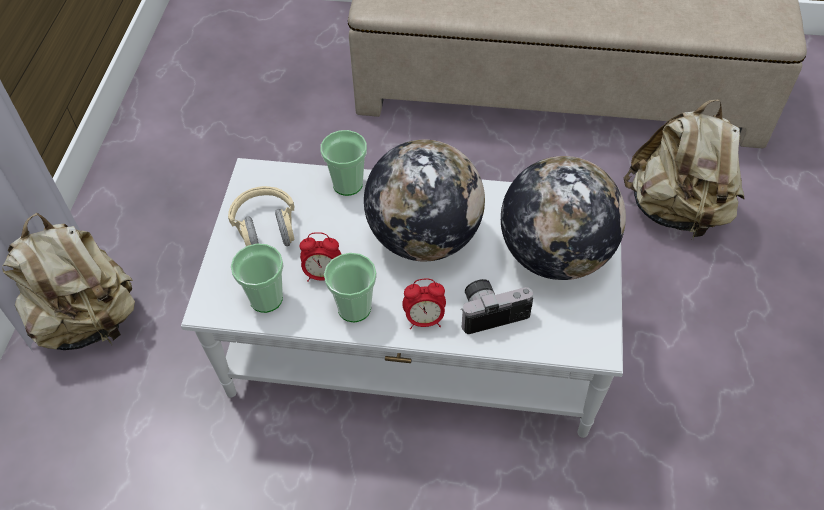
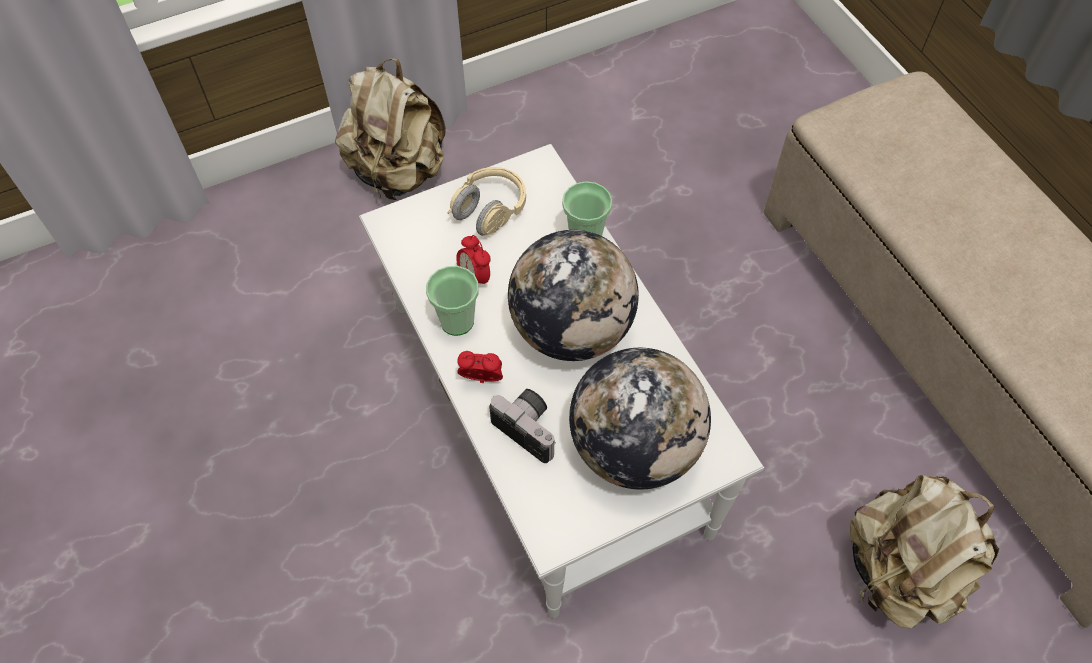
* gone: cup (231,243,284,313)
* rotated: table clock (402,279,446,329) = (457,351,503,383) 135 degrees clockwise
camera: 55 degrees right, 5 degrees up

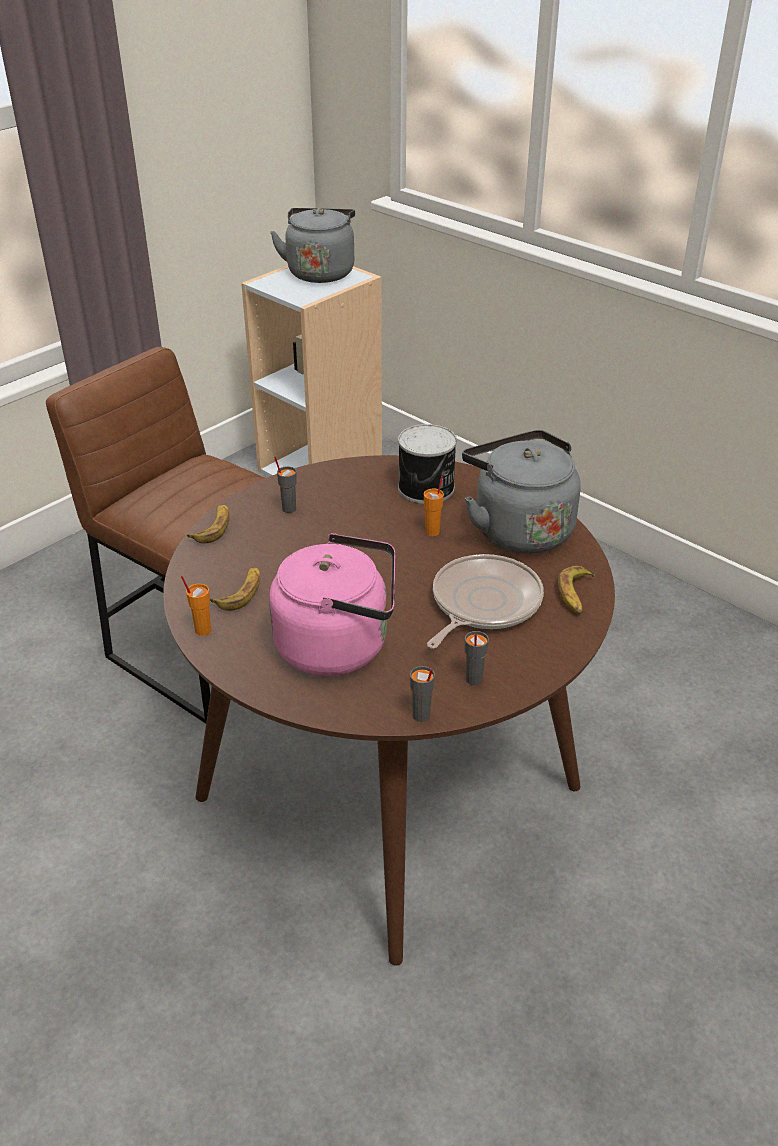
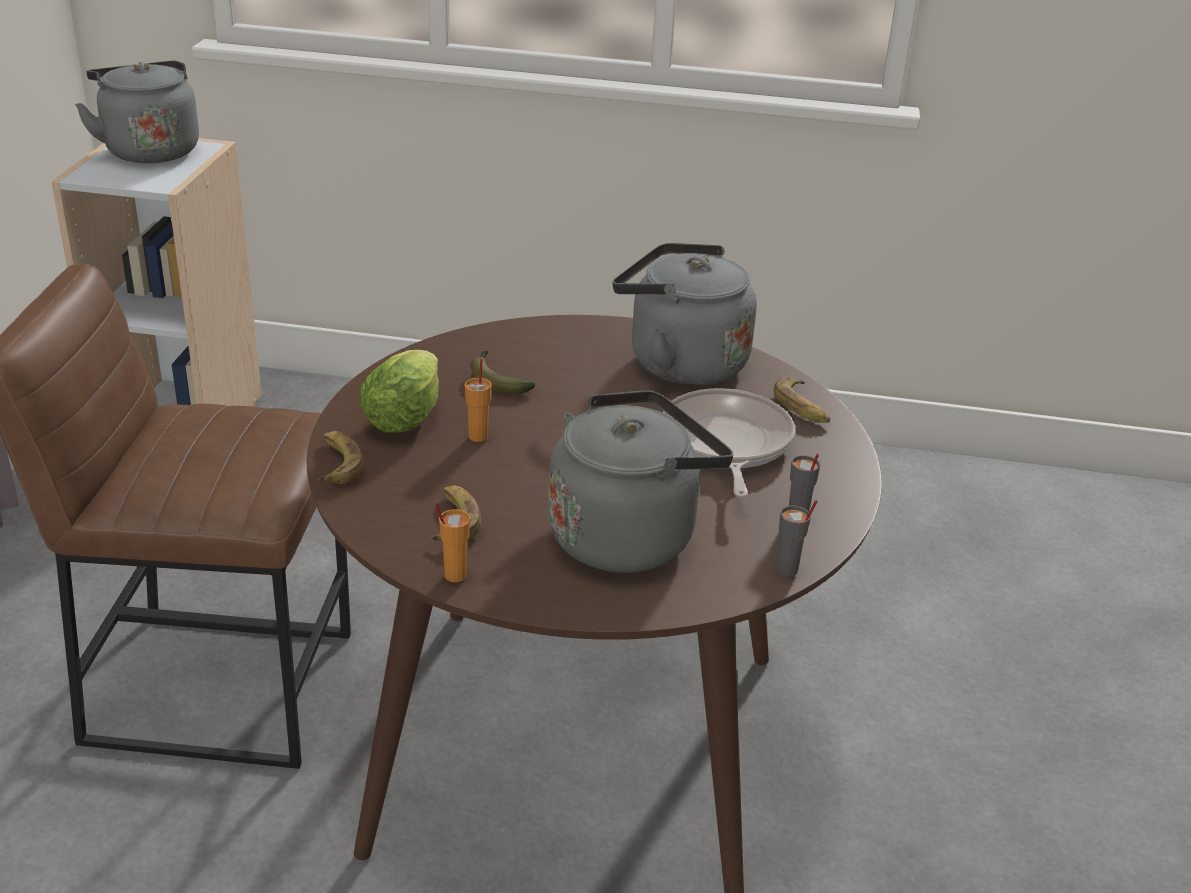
* repainted: pink-coloured kettle (269,533,396,676) to gray kettle (548,390,733,573)
* swapped: gray cup (274,456,297,513) to lettuce head (359,350,439,433)
* gone: metal can (398,424,457,504)
* shifted: orange-coloured cup (424,476,444,536) to (465,359,492,442)
* new: banana fruit (470,350,535,394)
camera: 35 degrees left, 5 degrees down

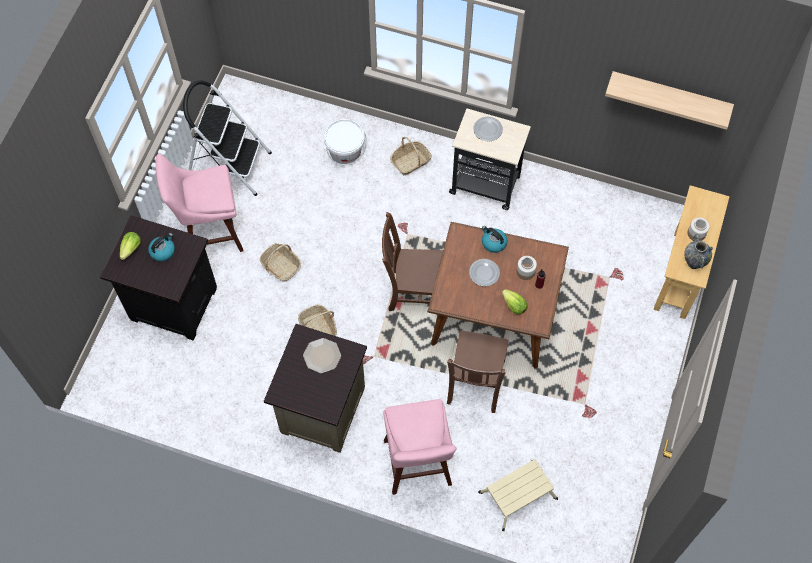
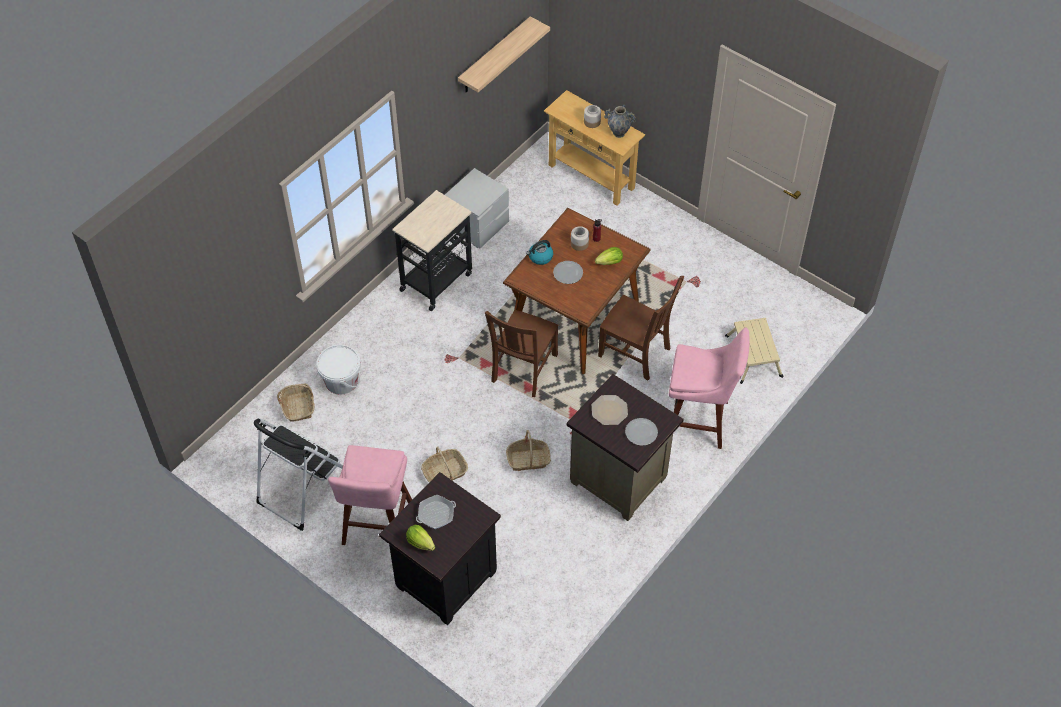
* swapped: kettle (148,233,175,261) to pan (416,495,456,529)
* shifted: basket (390,137,432,175) to (277,383,315,422)
* shifted: plate (473,117,503,141) to (625,418,658,446)
* new: whitish bedside table (445,168,509,248)
camera: 70 degrees left, 10 degrees down

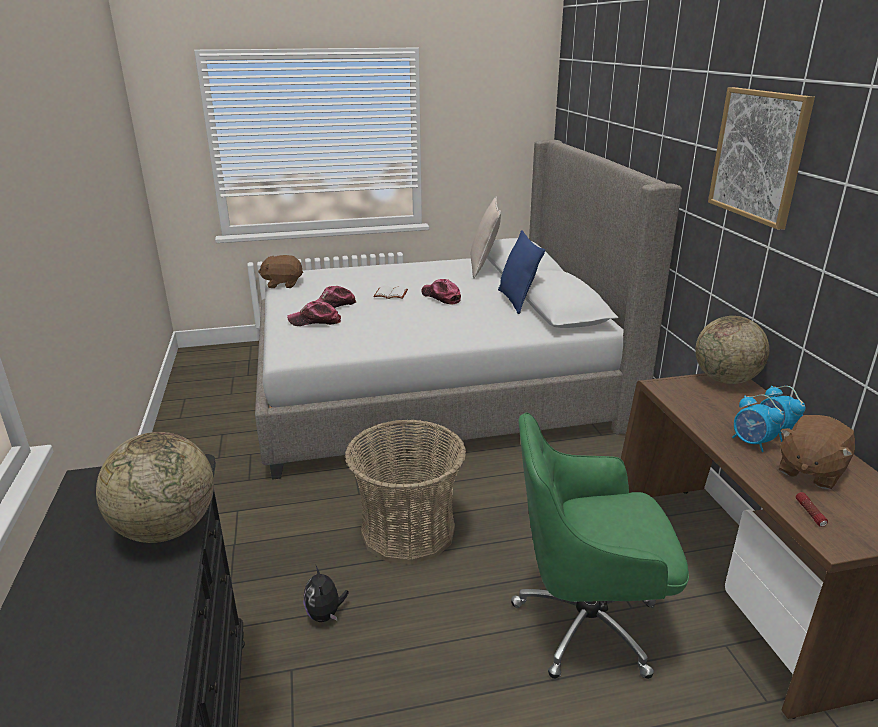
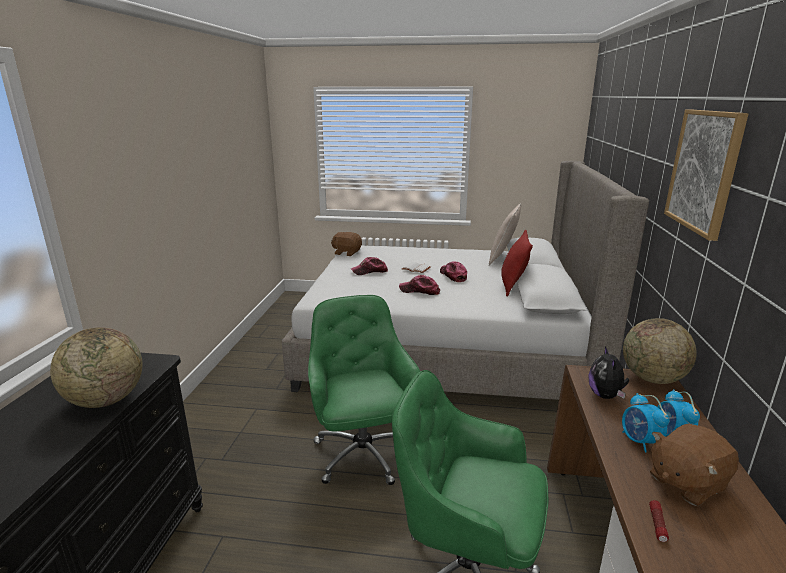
* shifted: peaked cap (287,301,341,326) to (399,275,440,295)
* shifted: soft toy (303,566,349,622) to (589,346,629,399)
* swapped: basket (345,419,466,564) to green computer chair (308,295,420,485)
* repainted: bluish throw pillow (498,230,545,314) to red-coloured throw pillow (501,230,533,297)
camera: 20 degrees right, 5 degrees down

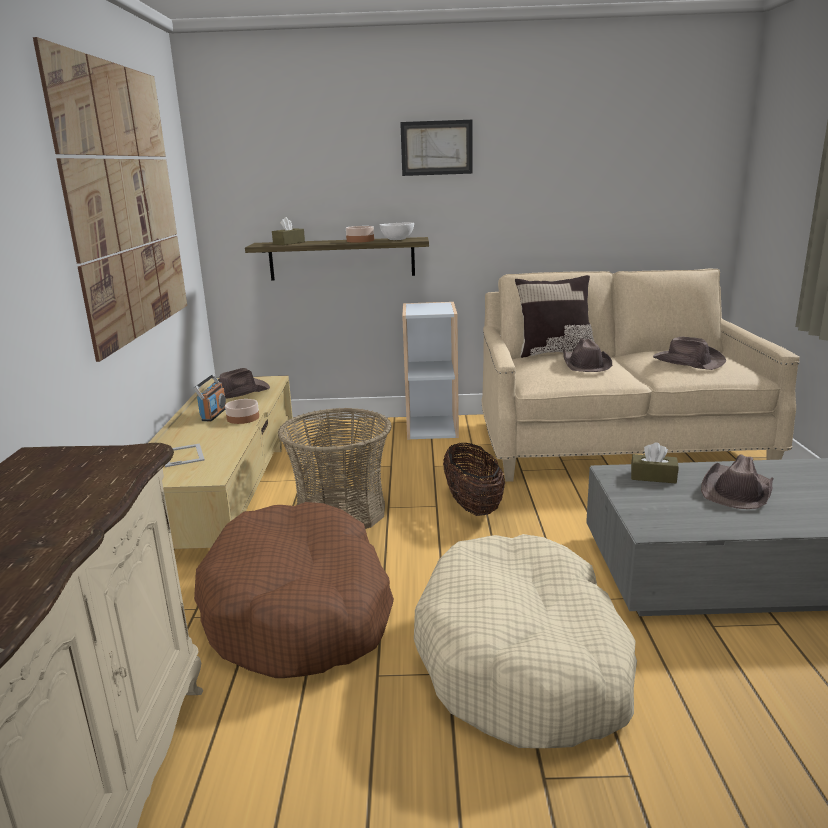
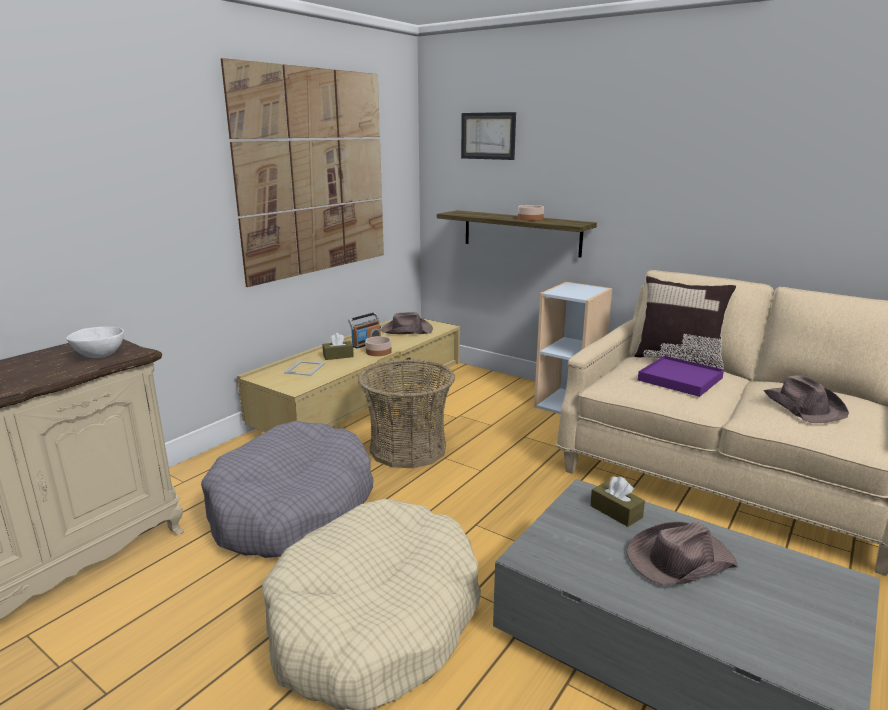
* repainted: brown-coloured pet bed (194,502,394,678) to gray pet bed (201,421,373,558)
* shifted: brown-coloured box of tissues (272,217,305,245) to (323,333,354,360)
* shifted: whitish deep dish (380,222,414,240) to (67,327,124,358)
* shifted: wall art (400,120,473,176) to (461,112,516,160)
* gone: basket (443,443,505,516)
* swapped: brown-coloured wearable hat (563,338,612,372) to purple tray (638,356,724,397)
camera: 35 degrees right, 0 degrees up

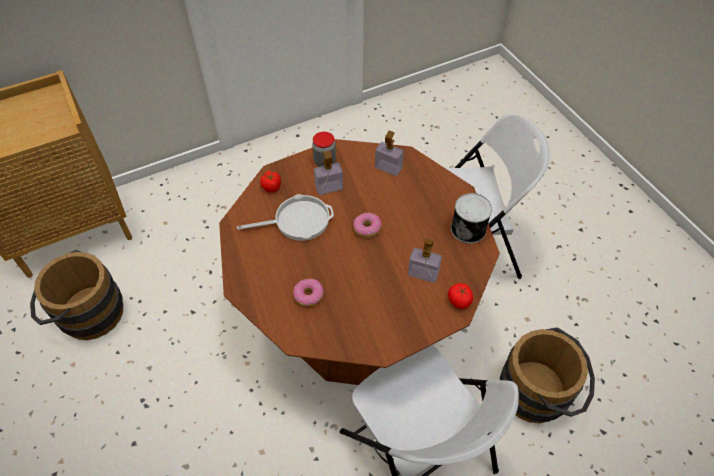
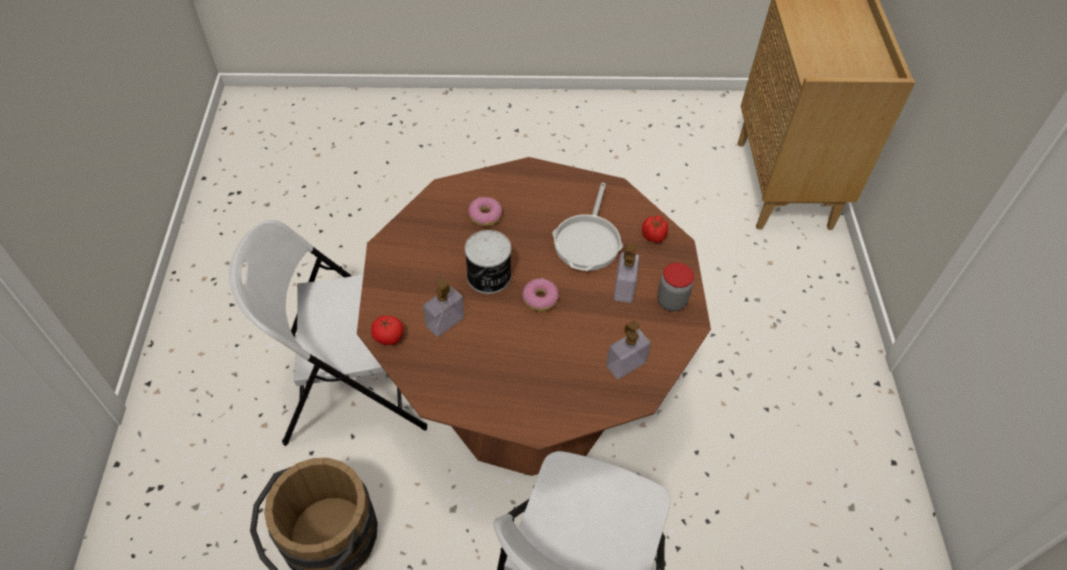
* gone: brown-coloured bucket (30,250,123,340)
* shifted: metal can (451,193,492,244) to (465,230,511,294)
camera: 115 degrees right, 0 degrees up

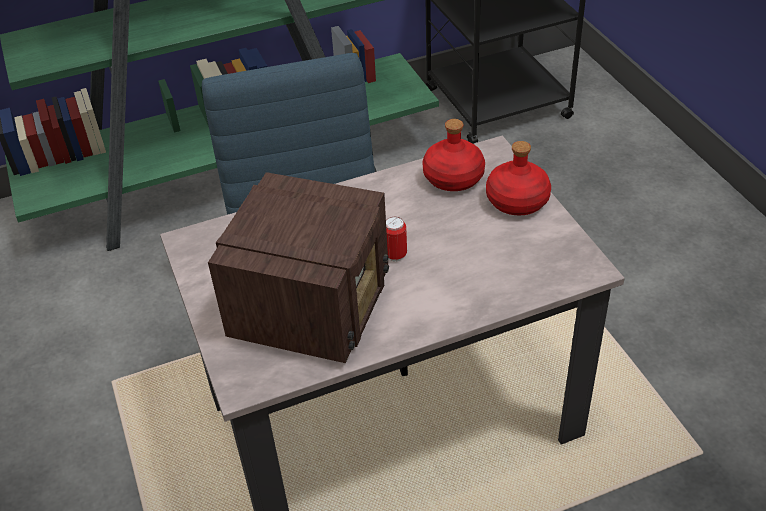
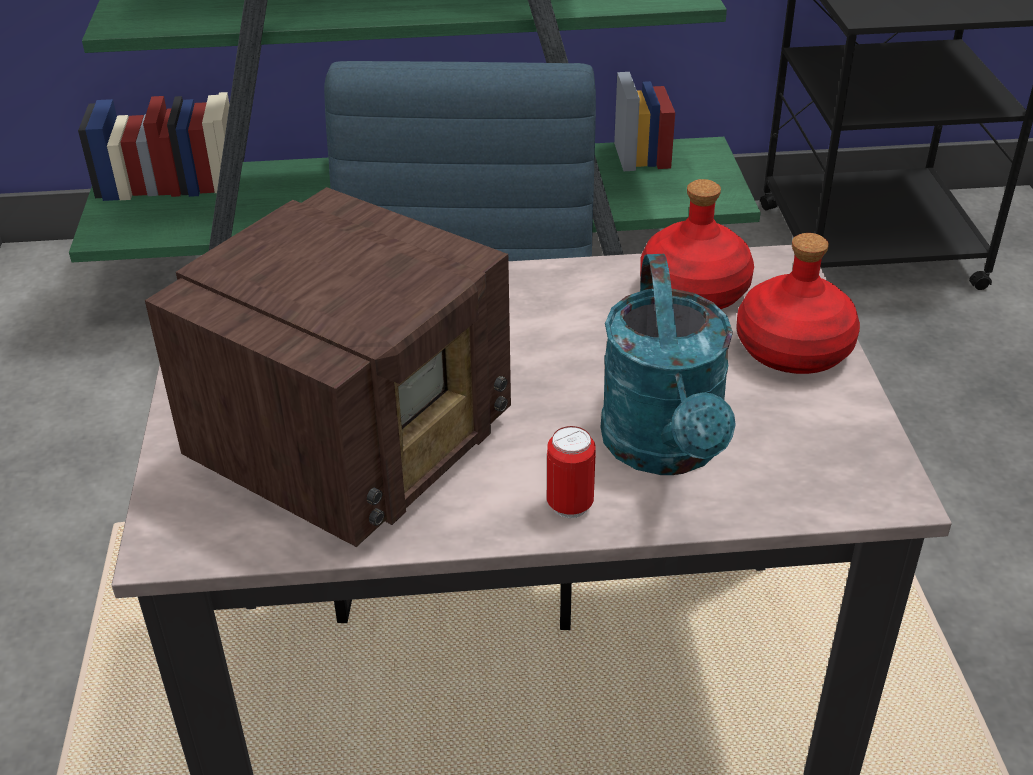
* shifted: metal can (386,217,407,261) to (547,426,596,518)
* new: turquoise-coloured watering pot (601,254,736,475)
camera: 15 degrees right, 5 degrees down

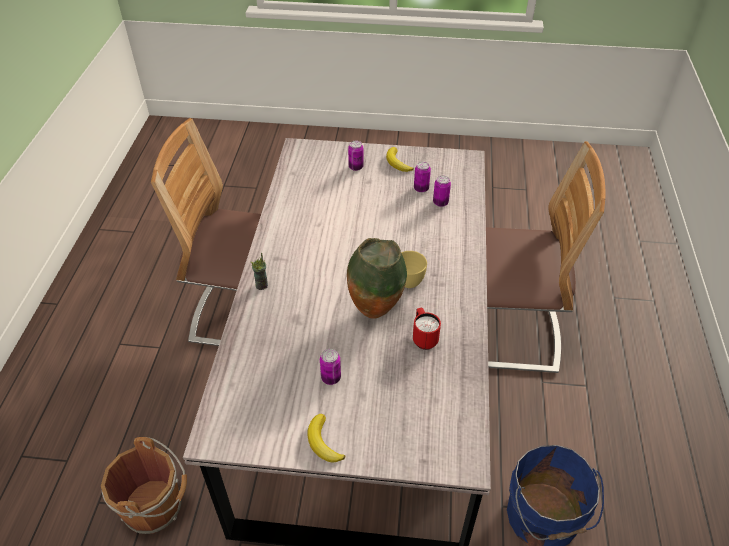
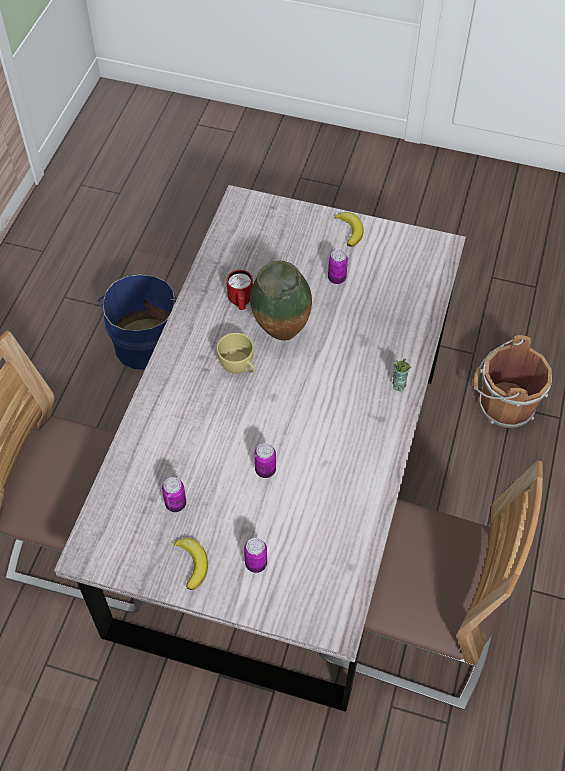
* shifted: metal can (433,175,451,207) to (254,443,276,478)
camera: 170 degrees left, 10 degrees up

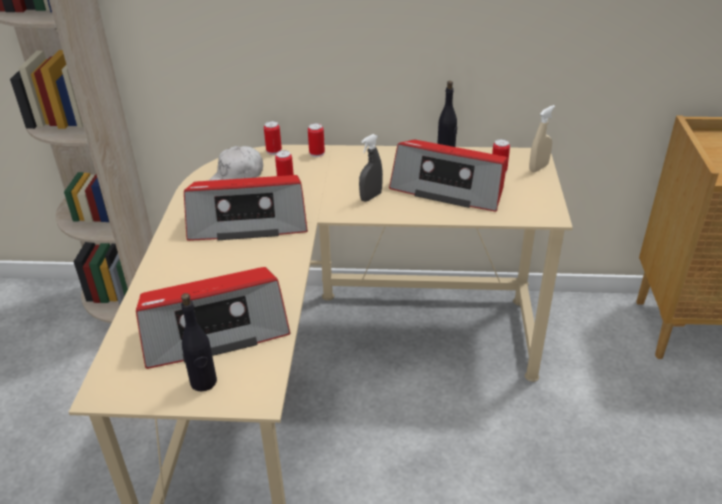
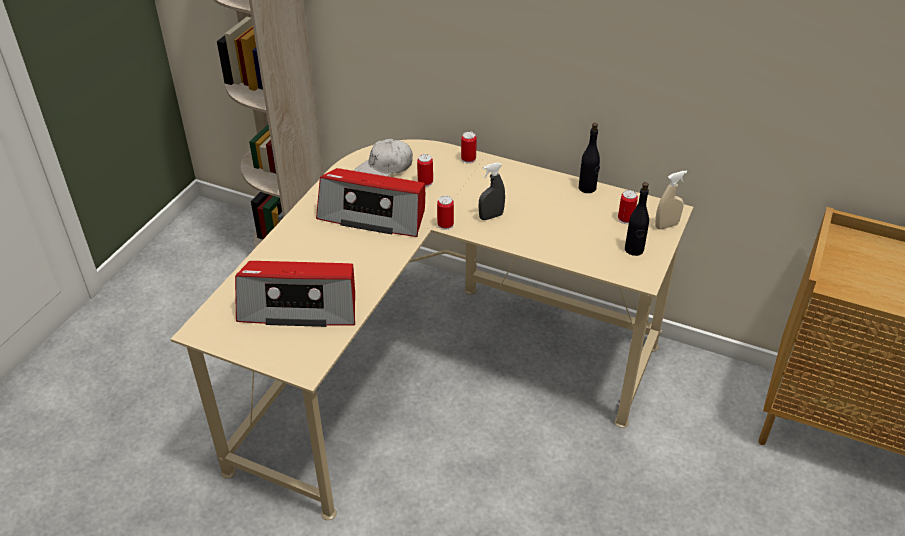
* shifted: blackish bottle (181,293,217,392) to (625,182,649,256)
* shifted: metal can (264,121,282,155) to (437,196,454,230)
* gone: radio set (389,140,507,212)
camera: 20 degrees right, 5 degrees up

